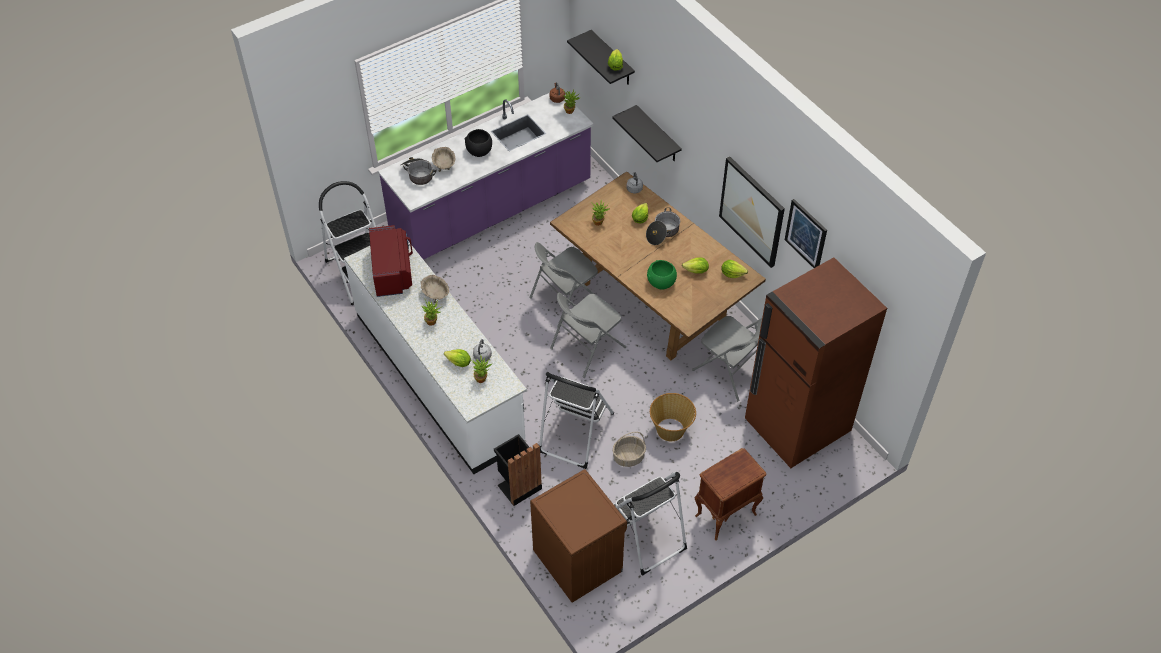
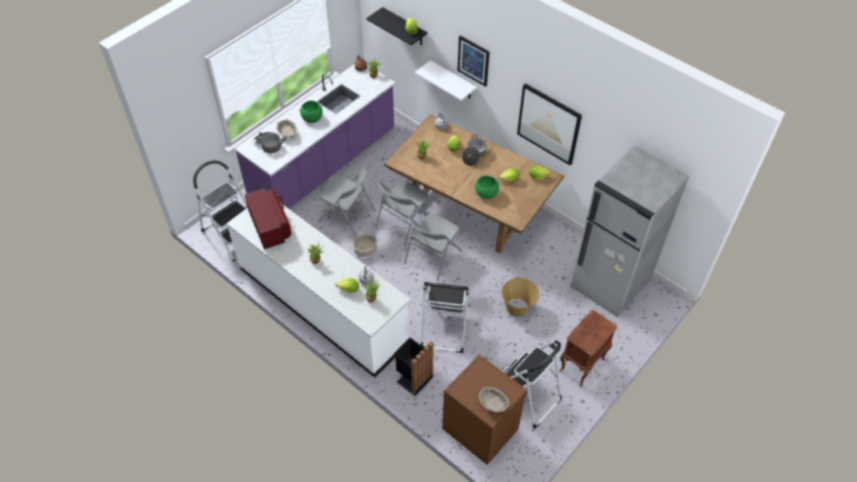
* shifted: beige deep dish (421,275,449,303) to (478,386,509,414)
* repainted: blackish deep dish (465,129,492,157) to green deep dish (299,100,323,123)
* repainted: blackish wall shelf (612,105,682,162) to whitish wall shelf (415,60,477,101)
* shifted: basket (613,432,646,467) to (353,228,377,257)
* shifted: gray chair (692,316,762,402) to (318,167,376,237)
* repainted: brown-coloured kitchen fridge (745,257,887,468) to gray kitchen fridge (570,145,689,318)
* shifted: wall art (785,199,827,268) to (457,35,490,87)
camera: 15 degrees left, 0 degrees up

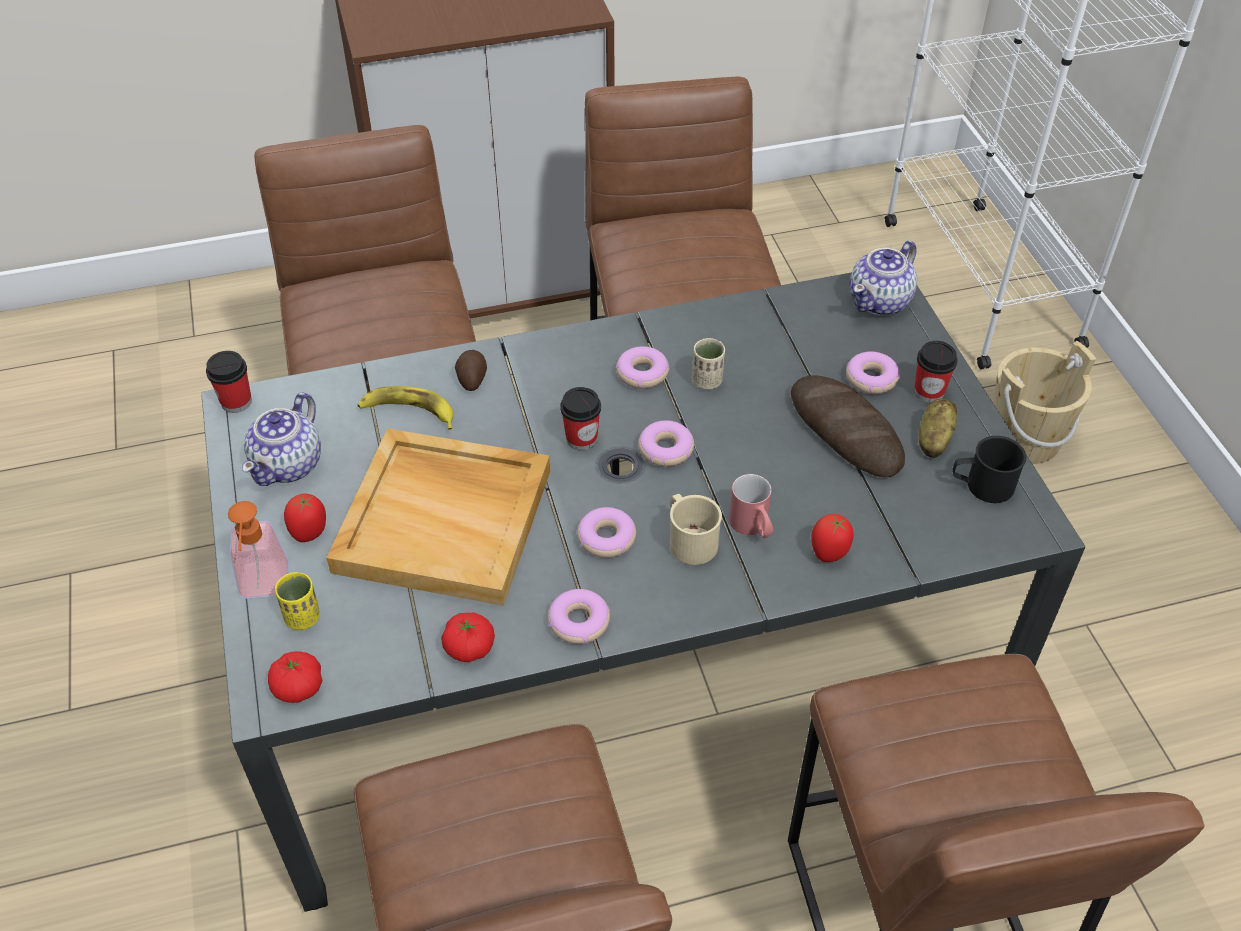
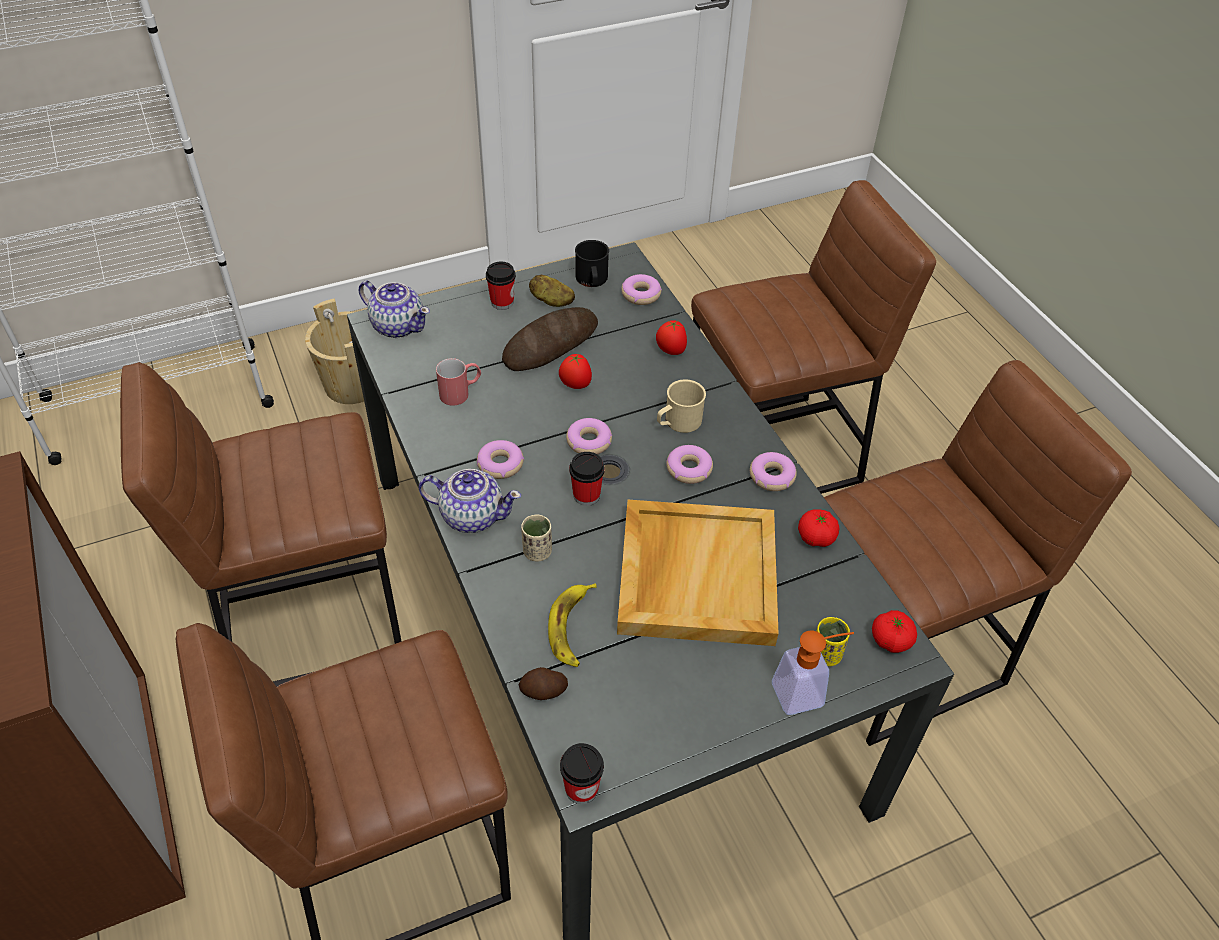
* shifted: pot for tea (242,392,321,486) to (419,469,521,533)
* shifted: tomato (284,494,326,542) to (559,354,592,389)
* shifted: potato (455,350,487,391) to (519,667,568,700)
* shifted: beige cup (692,338,725,390) to (521,515,552,562)
* shifted: red-coloured mug (729,474,774,538) to (436,358,481,406)
* shifted: ring doughnut (846,352,900,394) to (621,274,662,305)
camera: 100 degrees left, 0 degrees up

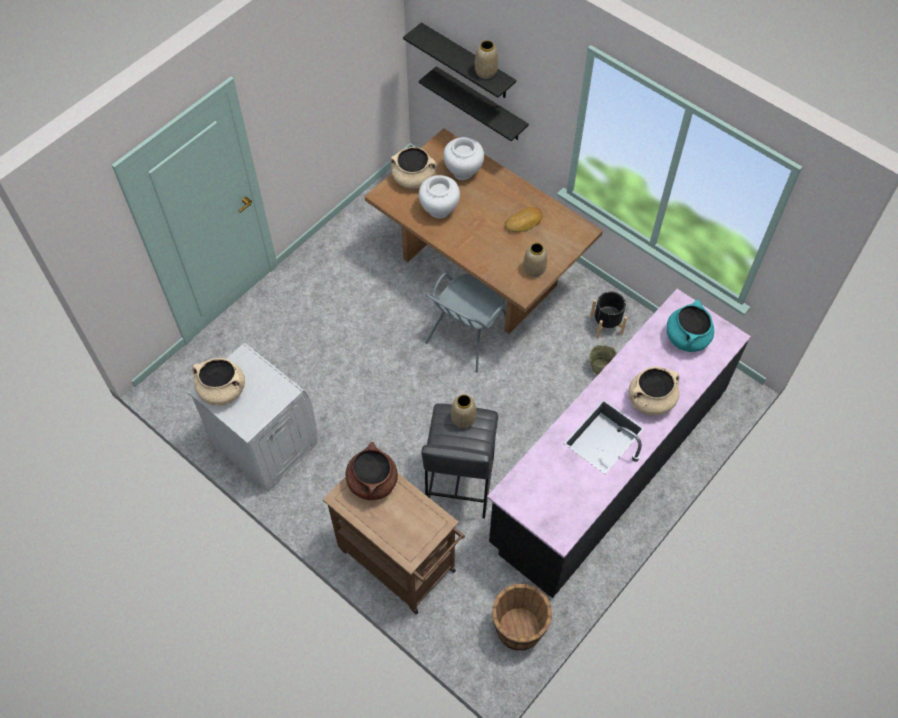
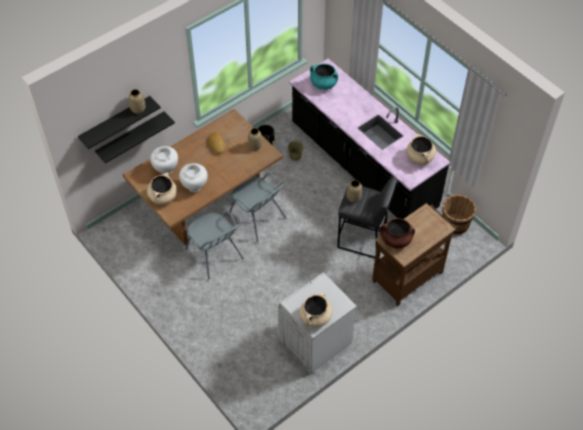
* shifted: beige cooking pot (629,367,680,415) to (406,134,436,165)
* new: gray chair (185,211,245,281)
camera: 80 degrees left, 5 degrees down

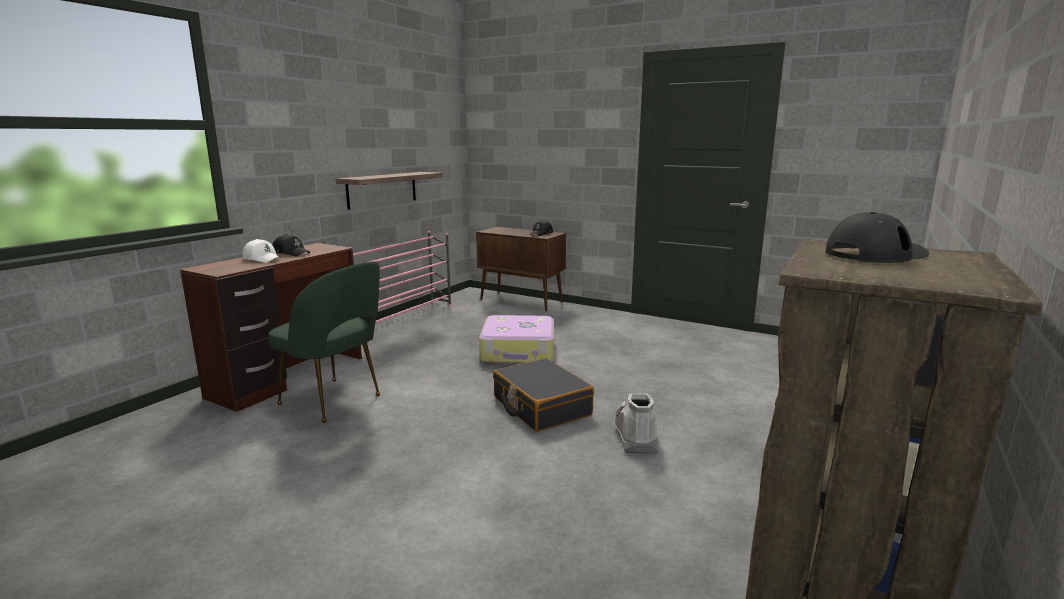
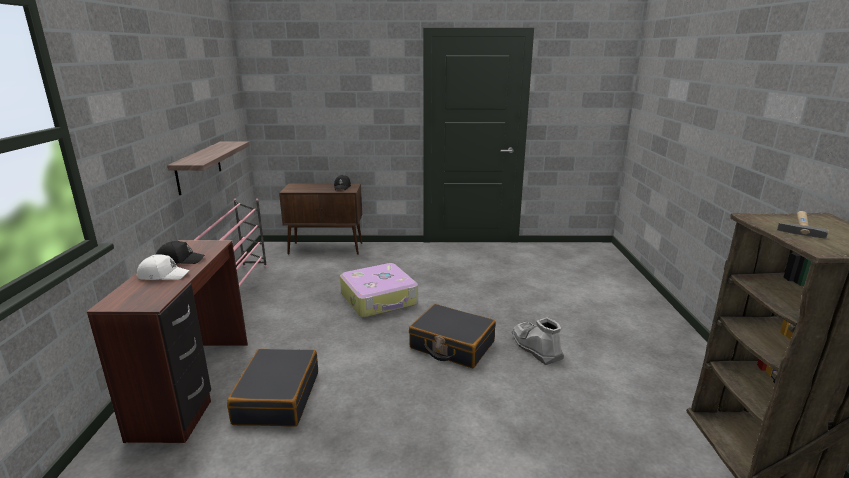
* swapped: green chair (268,261,380,423) to blackish suitcase (227,349,318,427)
* swapped: blackish peaked cap (825,212,929,263) to hand hammer (777,211,829,239)
camera: 30 degrees left, 5 degrees up

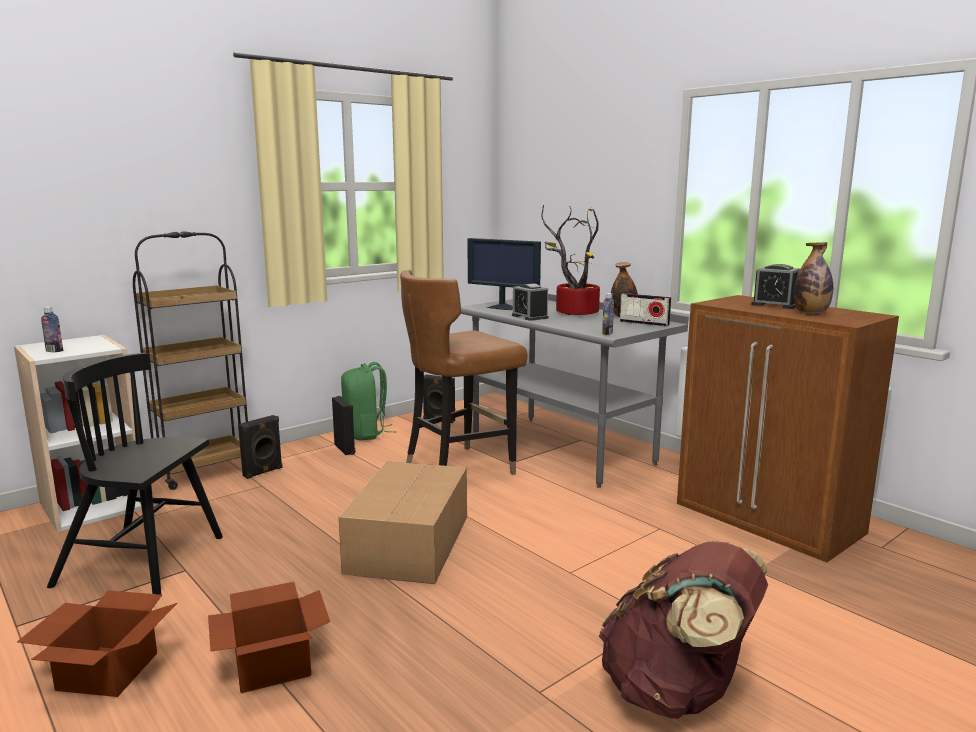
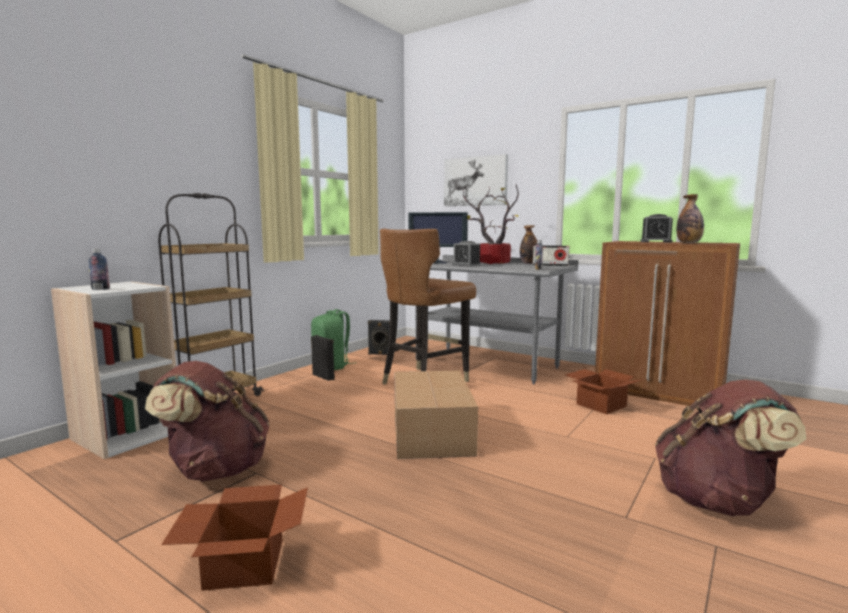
* swapped: blackish chair (47,353,223,595) to brown-coloured rucksack (145,361,270,482)
* shifted: cardboard box (208,582,330,693) to (565,369,643,414)
* gone: blackish audio speaker (238,415,283,479)
* new: wall art (444,154,508,206)
camera: 15 degrees left, 5 degrees down

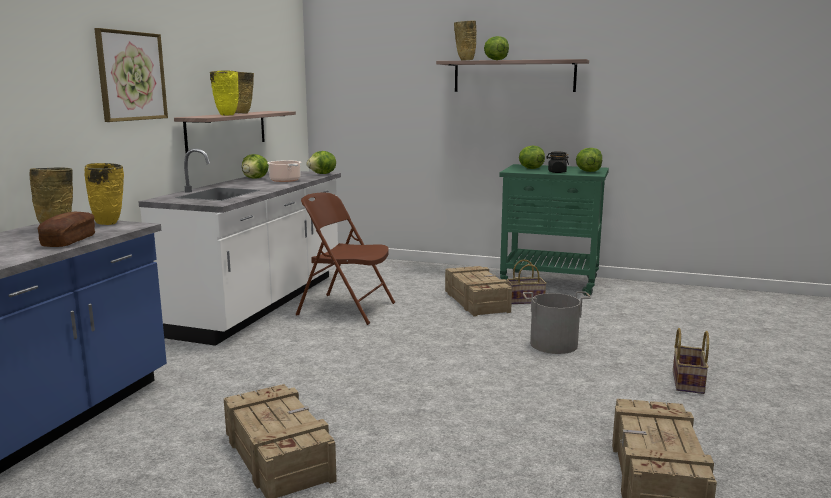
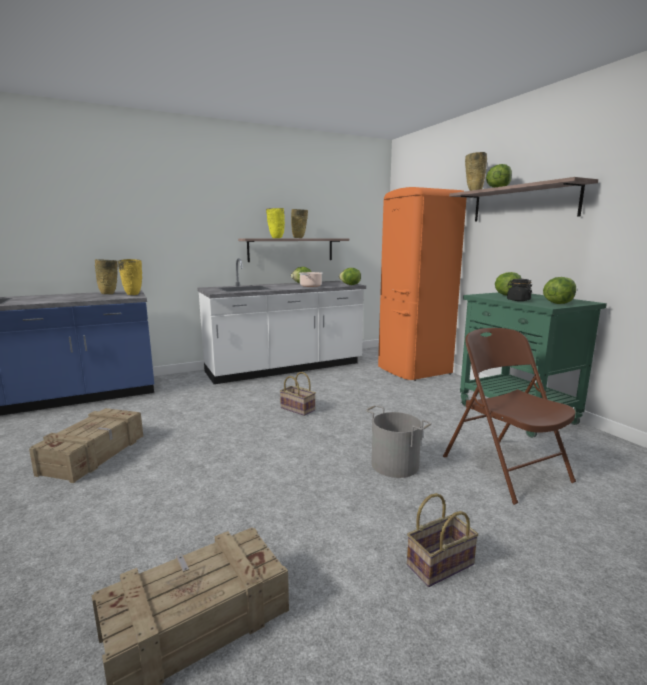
* gone: bakery bread (37,212,95,247)
* gone: wall art (94,28,168,122)
* shifted: brown-coloured chair (296,192,395,325) to (443,328,576,505)
* gone: packing crate (445,266,512,317)
* shifted: basket (506,259,547,304) to (280,372,316,416)
* new: orange-coloured kitchen fridge (378,187,467,381)
camera: 45 degrees right, 0 degrees up

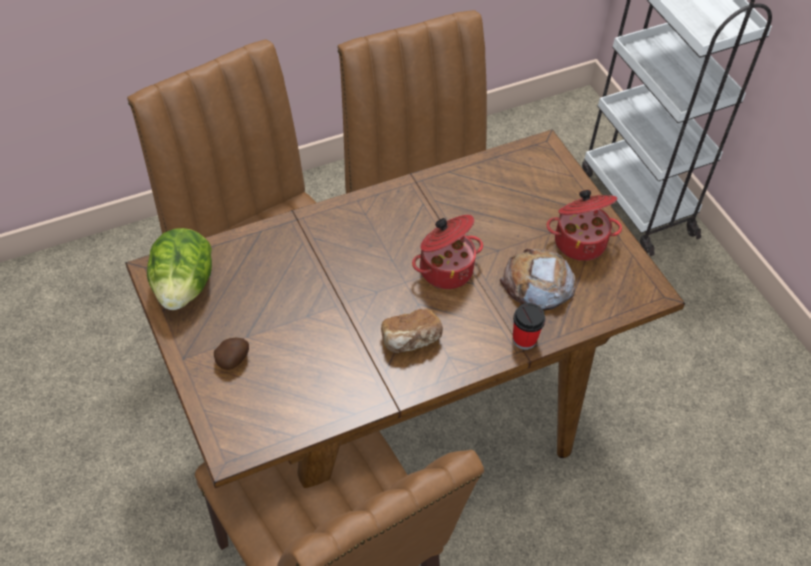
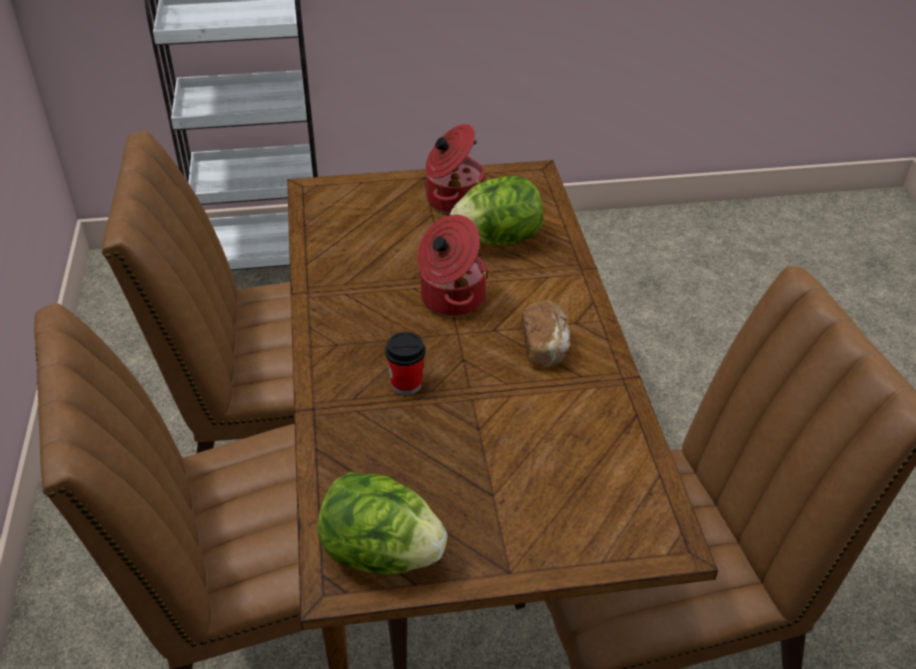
* gone: potato (214,338,249,370)
* swapped: bakery bread (500,248,575,311) to lettuce head (450,176,543,245)
* shifted: cup (513,303,545,350) to (385,332,426,395)
camera: 70 degrees left, 10 degrees down

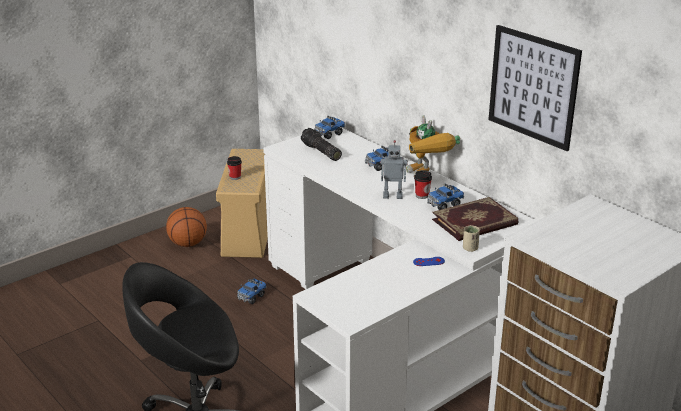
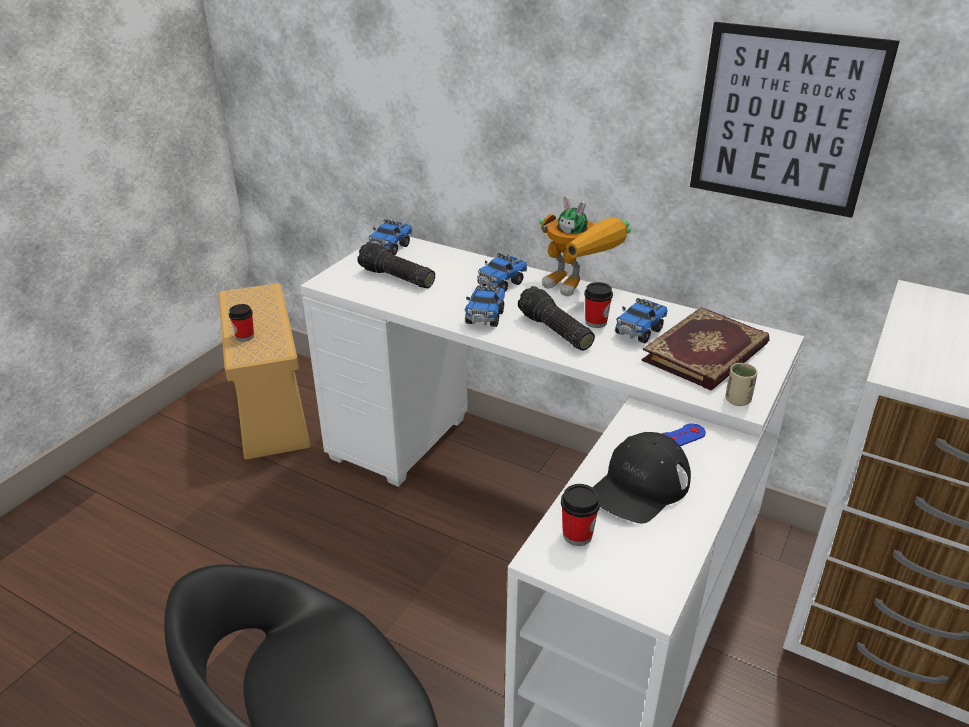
* gone: ball for basketball (166,207,207,247)
* shifted: toy truck (237,279,267,304) to (465,285,505,327)
* swapped: model robot (380,140,408,199) to torch (518,286,595,351)
* new: cup (561,484,600,546)
* new: blackish peaked cap (593,432,691,523)
camera: 20 degrees left, 5 degrees up

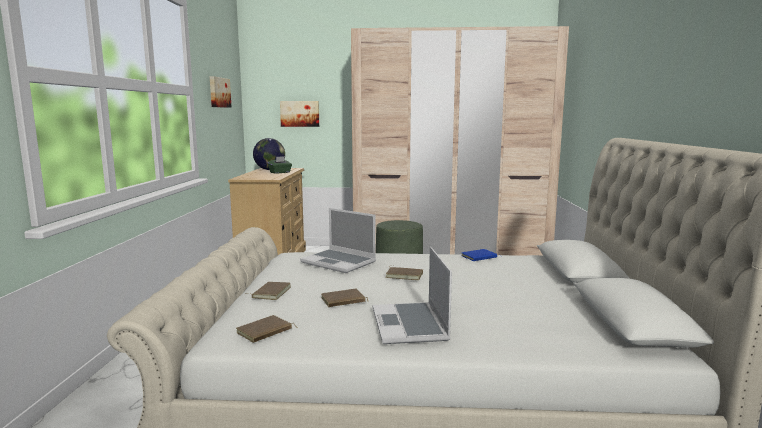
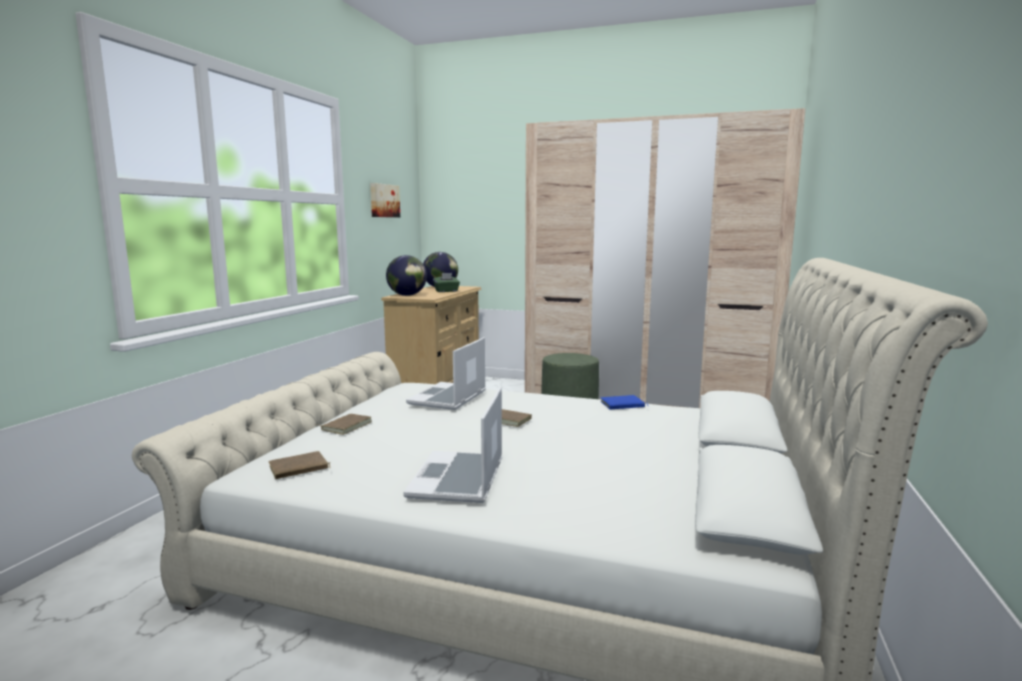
* gone: wall art (280,101,319,127)
* rotated: notebook computer (300,208,376,273) = (406,337,486,410) 60 degrees clockwise
* gone: brown-coloured volume (321,289,369,307)
* new: world globe (386,255,427,296)
camera: 15 degrees right, 0 degrees up

